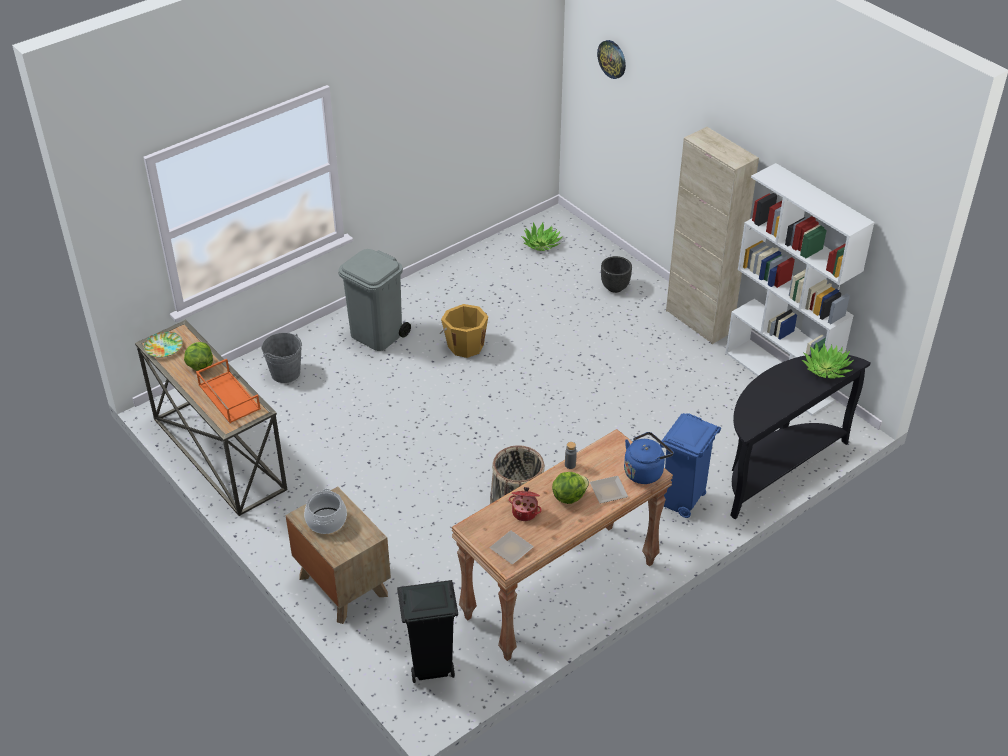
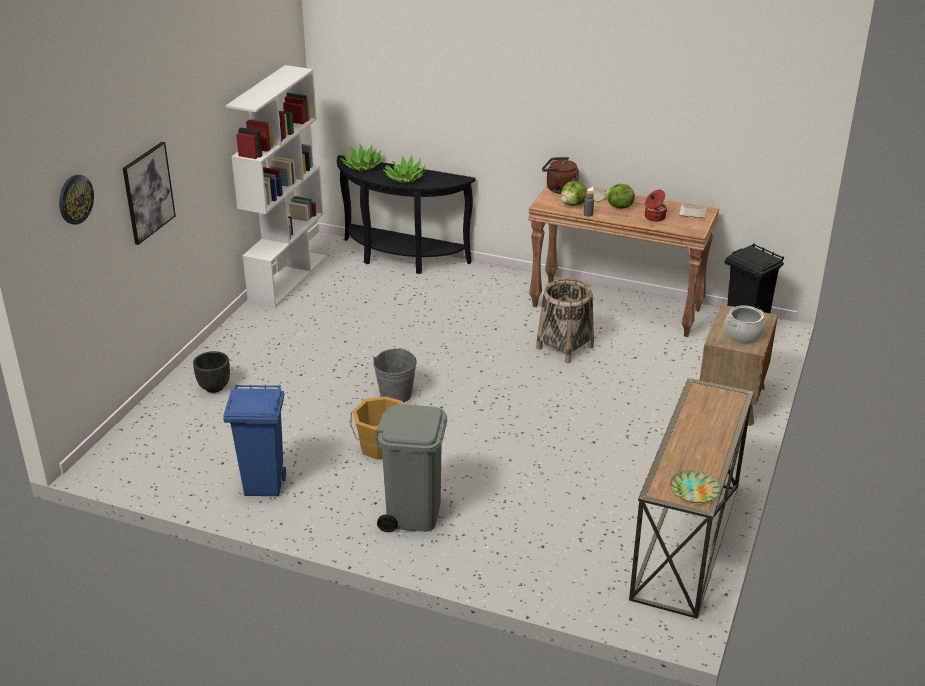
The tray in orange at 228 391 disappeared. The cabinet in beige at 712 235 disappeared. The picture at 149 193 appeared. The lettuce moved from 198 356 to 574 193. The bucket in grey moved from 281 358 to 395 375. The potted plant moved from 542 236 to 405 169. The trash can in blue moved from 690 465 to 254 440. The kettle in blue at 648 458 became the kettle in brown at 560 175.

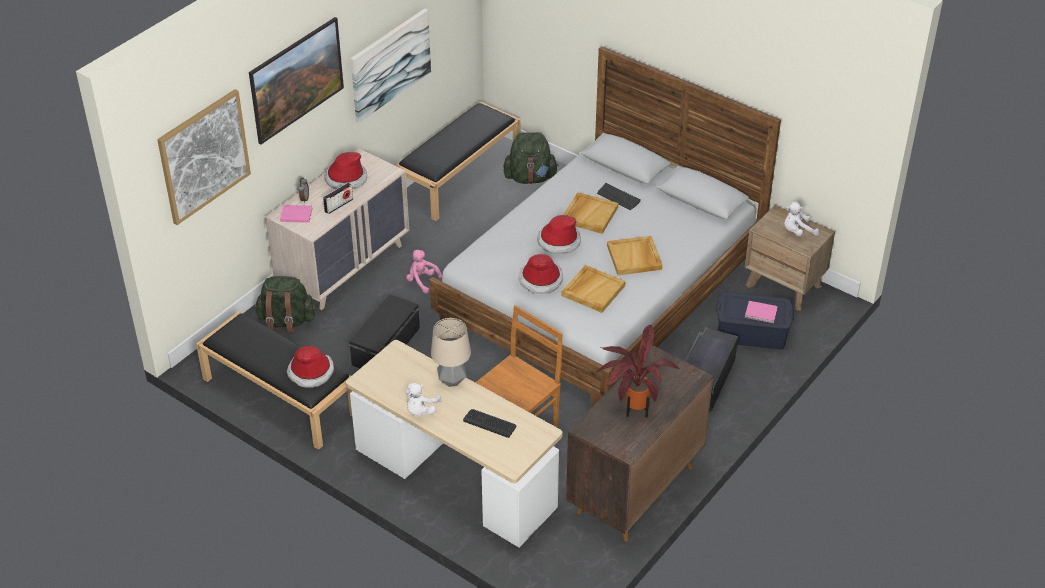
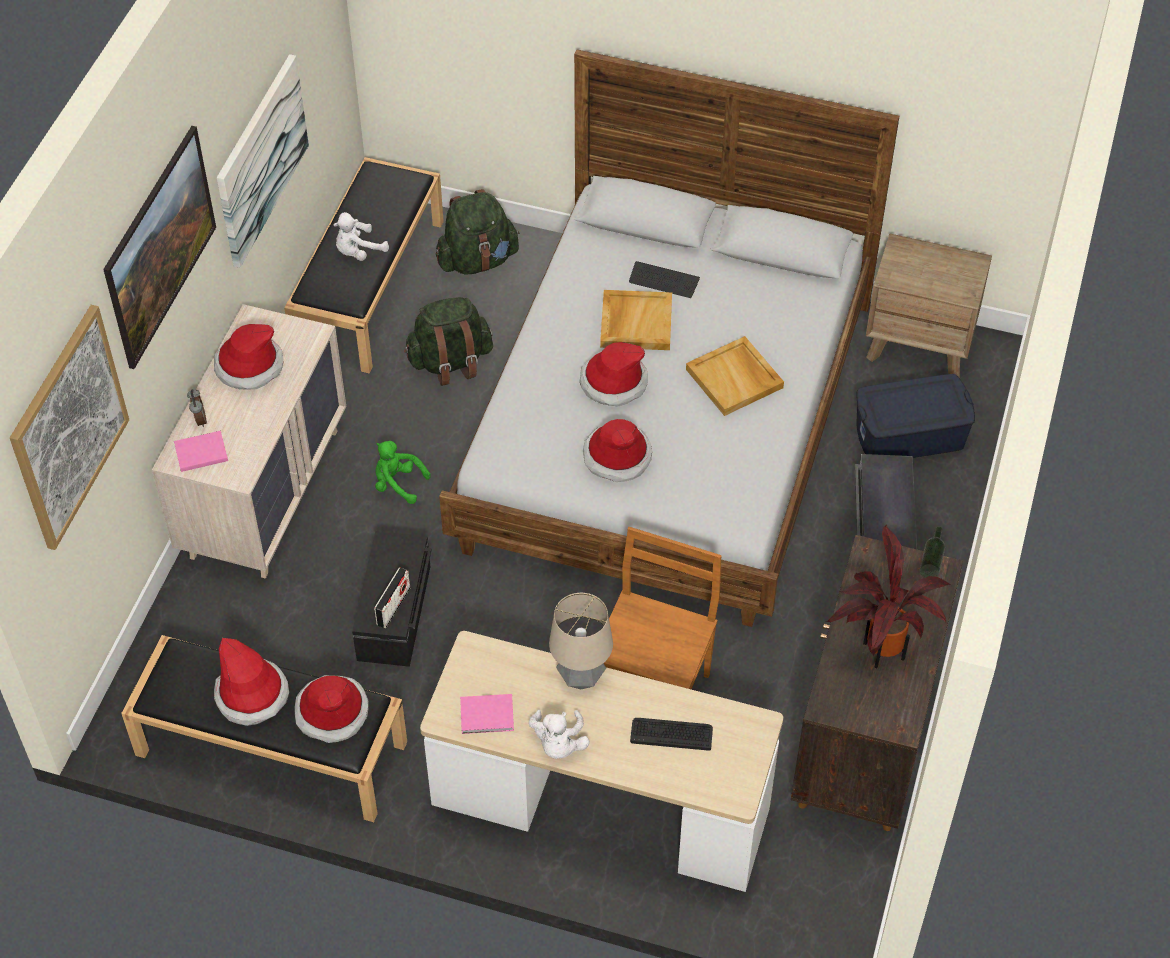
The tray in beige at 594 289 disappeared. The hat at 251 682 appeared. The bottle at 932 552 appeared. The backpack in green moved from 284 305 to 448 341. The radio moved from 338 198 to 392 597. The book in pink moved from 761 312 to 487 714. The plush toy in white moved from 801 219 to 361 236. The plush toy in pink at 424 271 became the plush toy in green at 403 472.

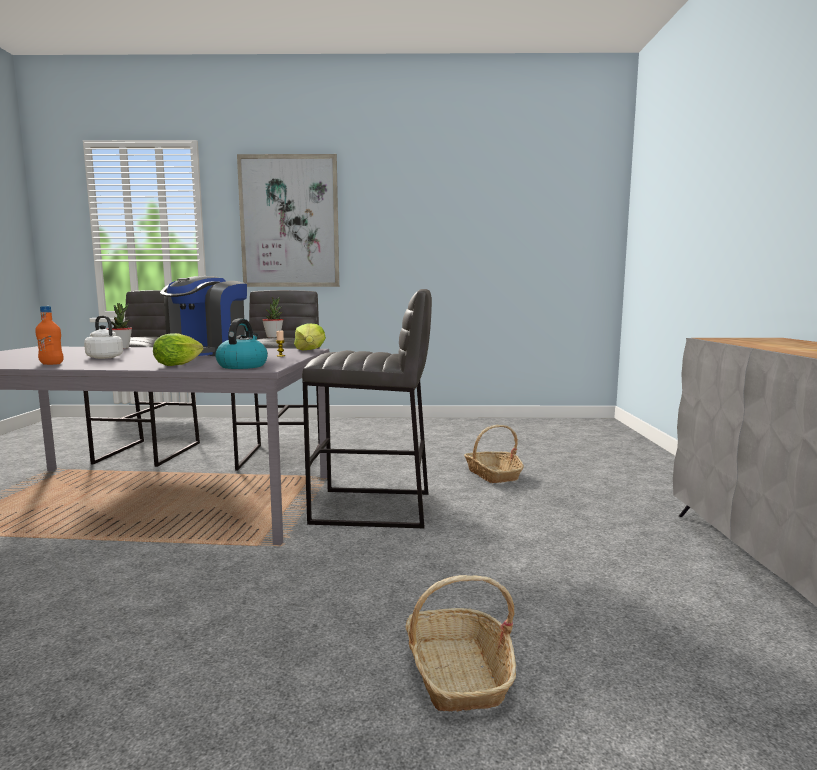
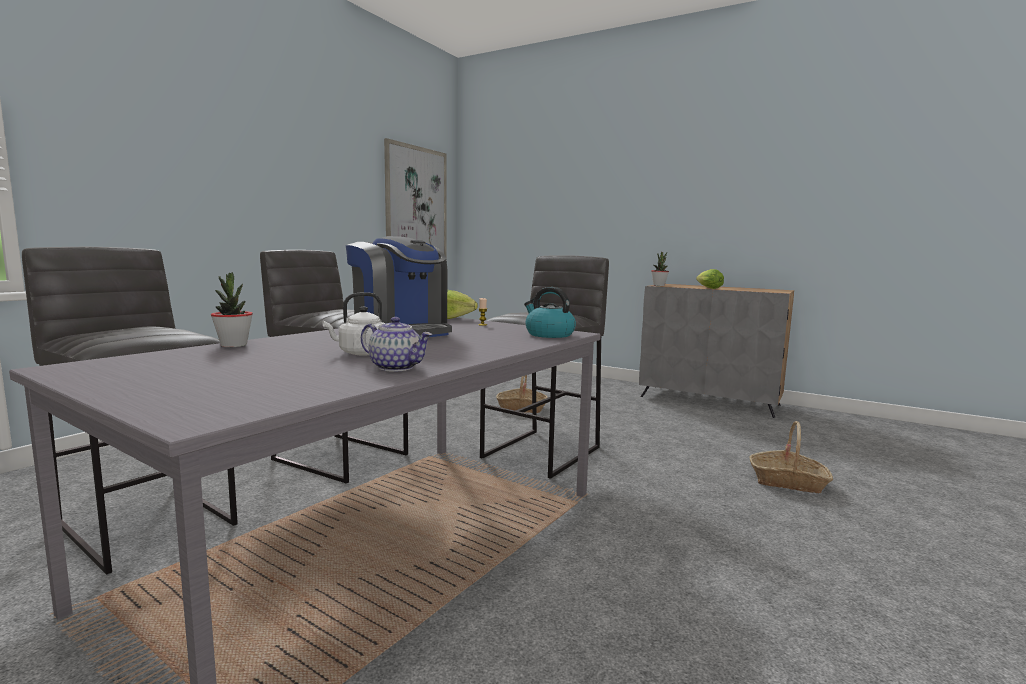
The lettuce moved from 178 349 to 710 279. The picture moved from 288 220 to 415 199. The potted plant moved from 272 317 to 660 269. The bottle in orange at 49 335 was replaced by the teapot at 396 344.

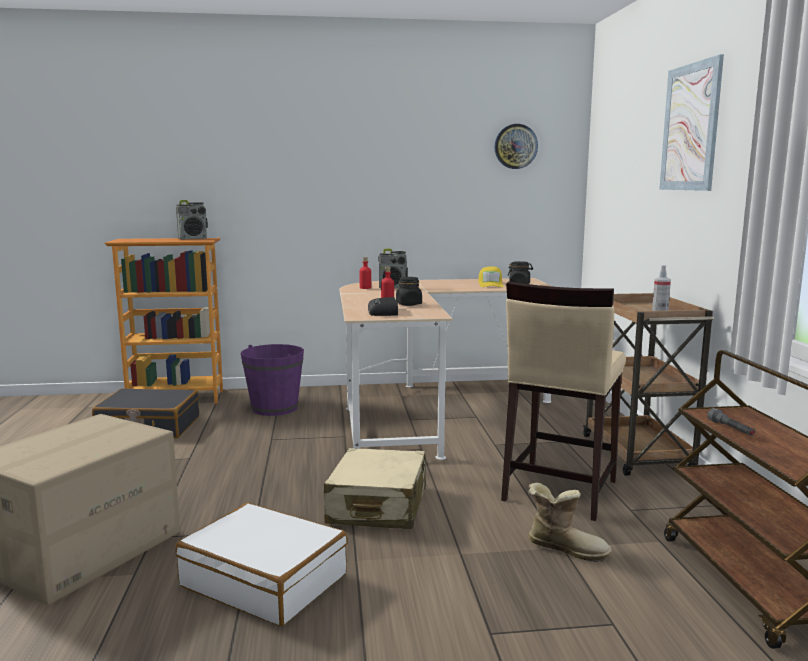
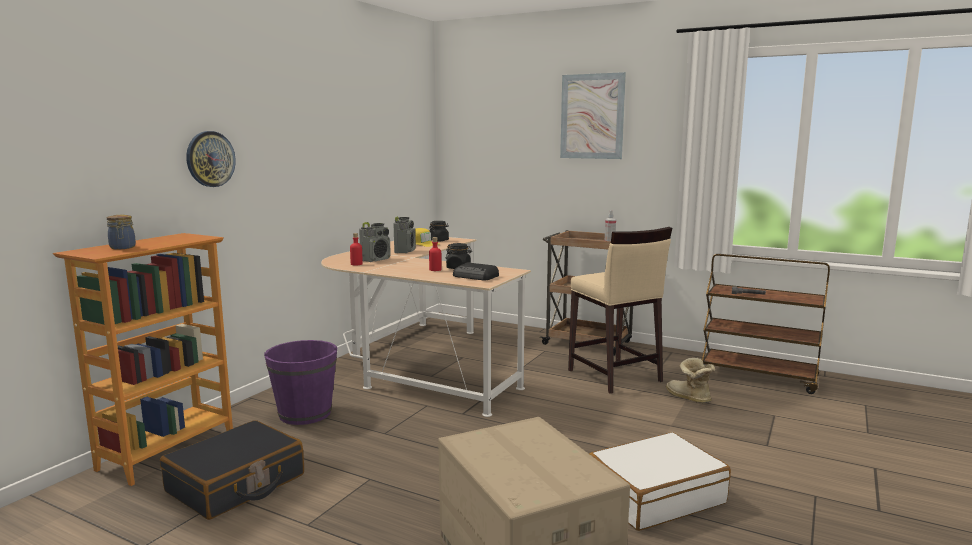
The suitcase in beige at 375 488 disappeared. The jar at 121 232 appeared. The radio moved from 192 220 to 404 234. The wall clock moved from 516 146 to 211 159. The boot at 570 522 turned 90 degrees counterclockwise.

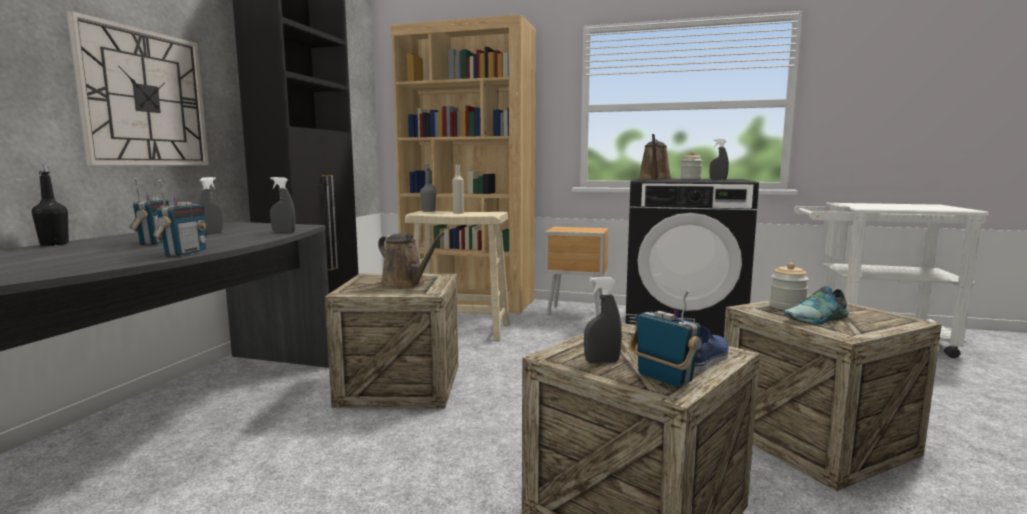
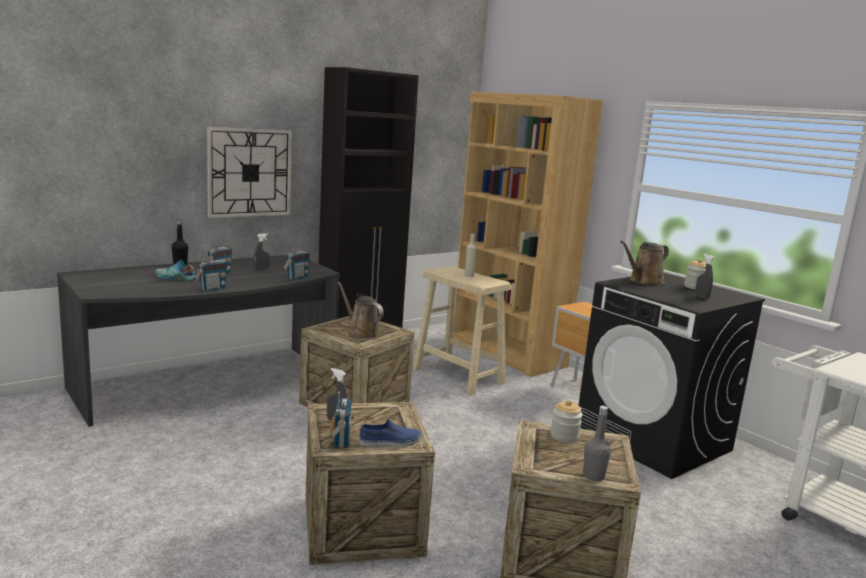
The bottle in grey moved from 428 188 to 597 443. The shoe moved from 816 305 to 175 270. The spray bottle in grey at 283 205 was replaced by the radio at 297 260. The watering can in brown at 411 261 turned 150 degrees clockwise.

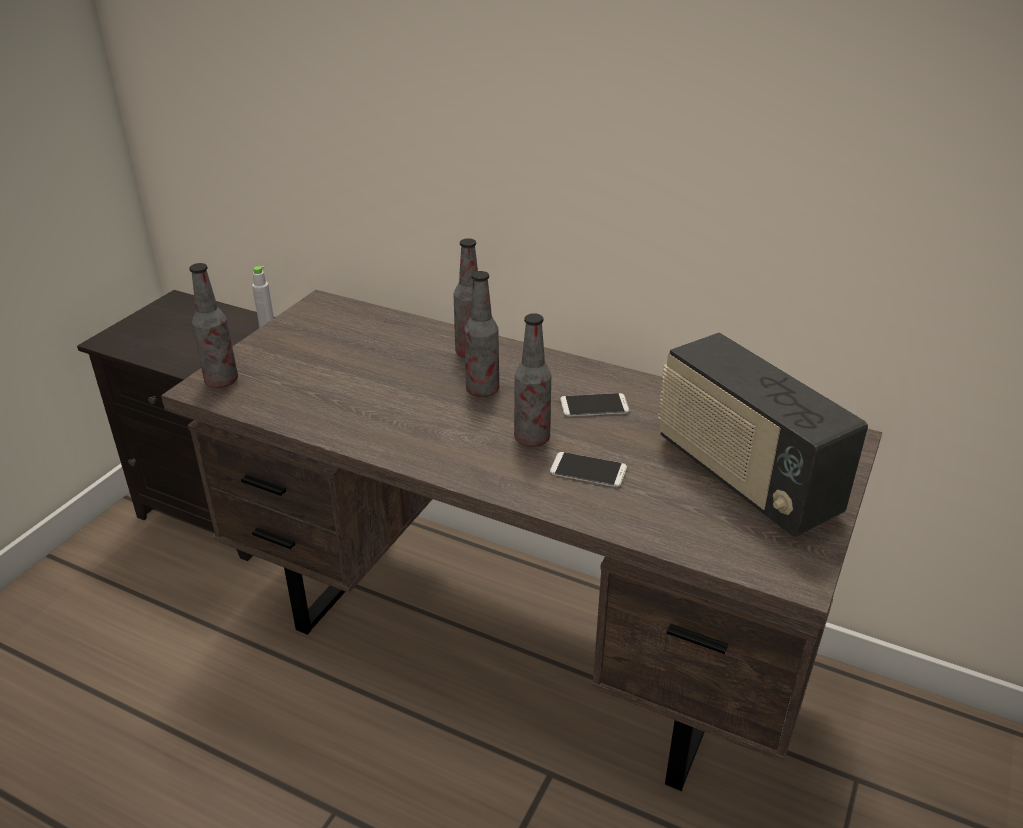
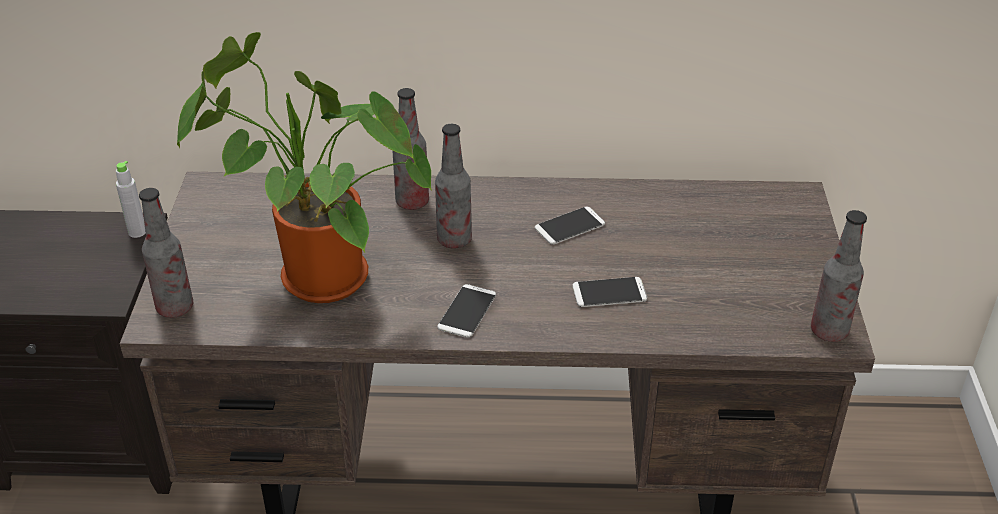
The radio at 763 434 disappeared. The potted plant at 304 167 appeared. The phone at 466 311 appeared. The bottle moved from 532 380 to 839 276.

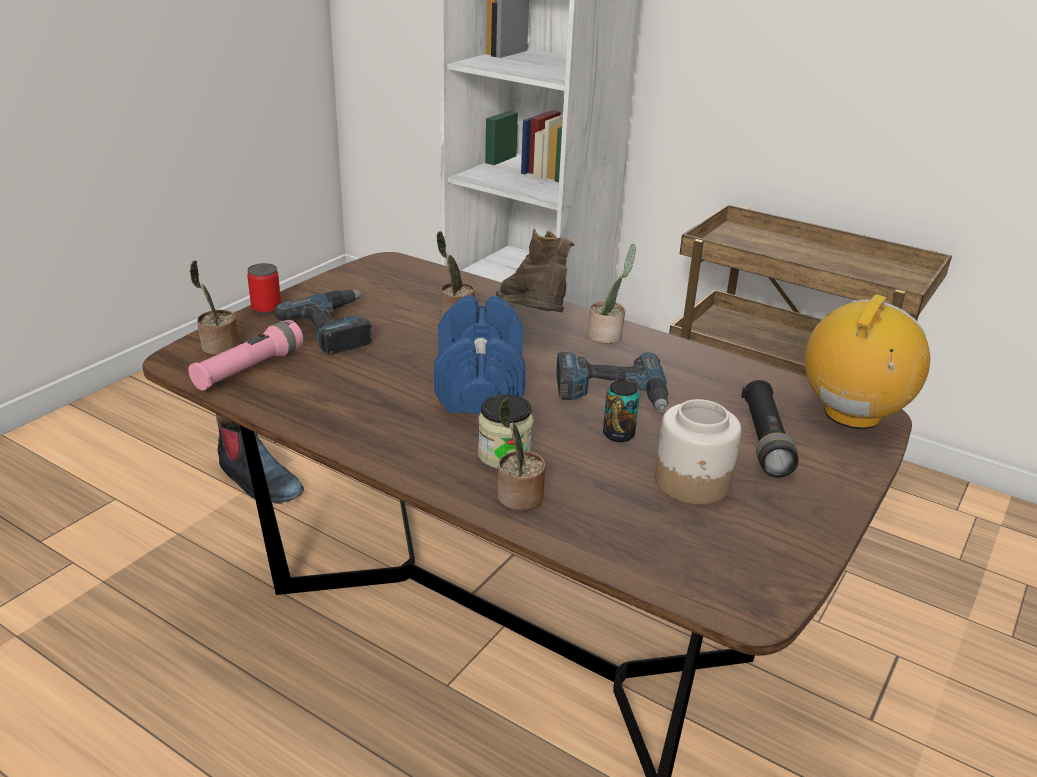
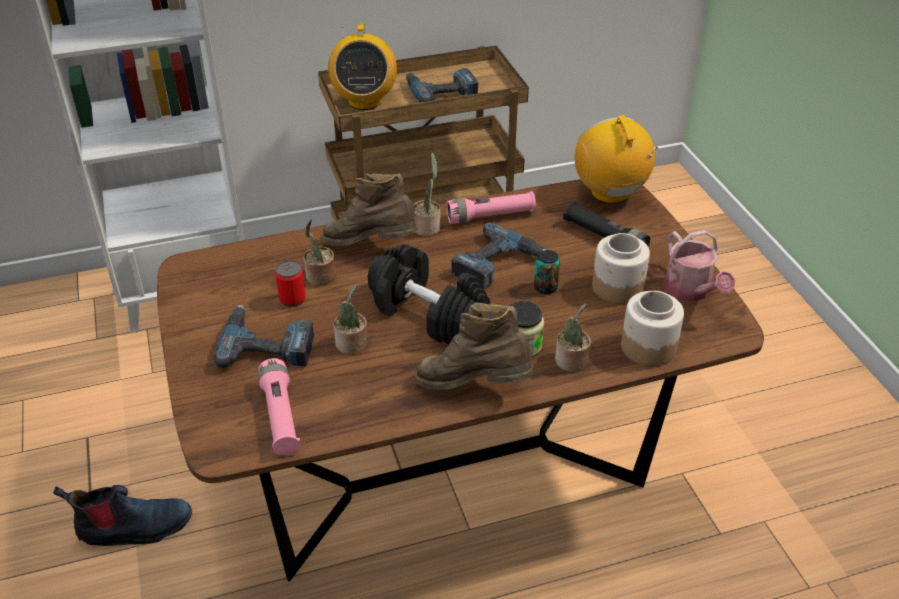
The radio at 362 67 appeared. The power drill at 442 85 appeared. The boot in brown at 474 346 appeared. The flashlight in pink at 491 207 appeared. The jar at 652 328 appeared. The watering can at 699 266 appeared. The potted plant moved from 214 307 to 351 319. The can moved from 264 289 to 290 283. The dumbbell in blue at 480 354 became the dumbbell in black at 429 294.

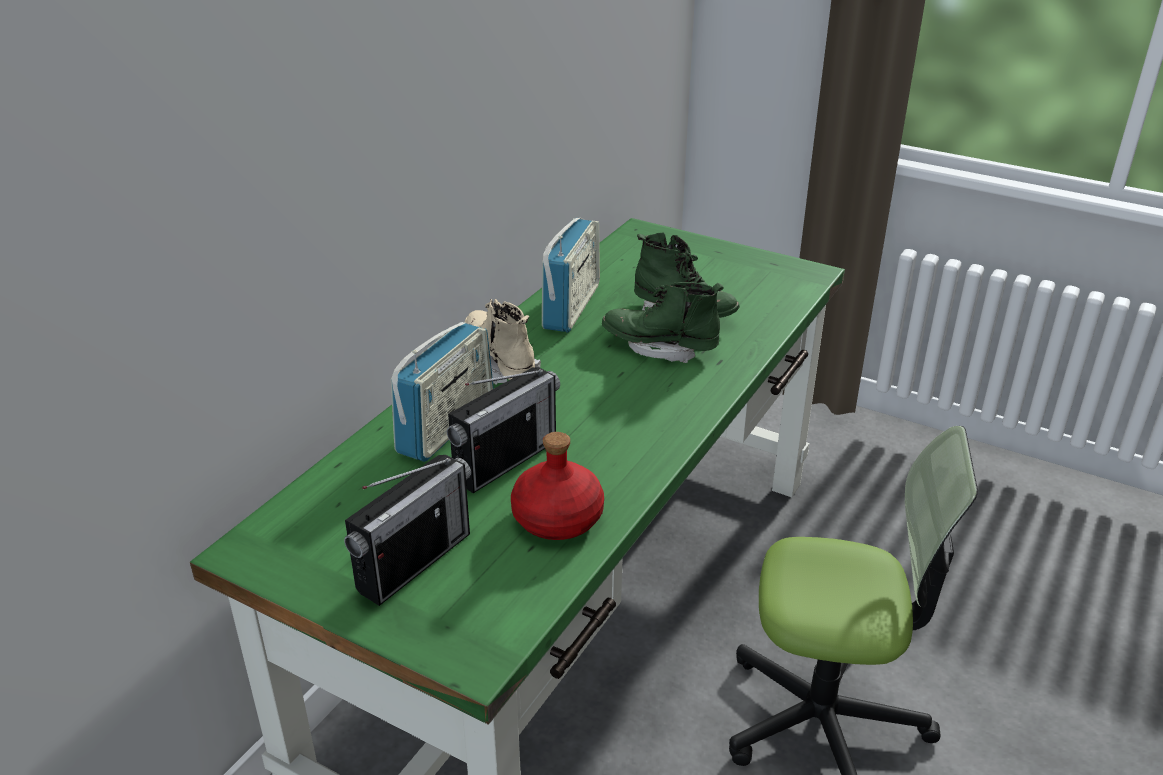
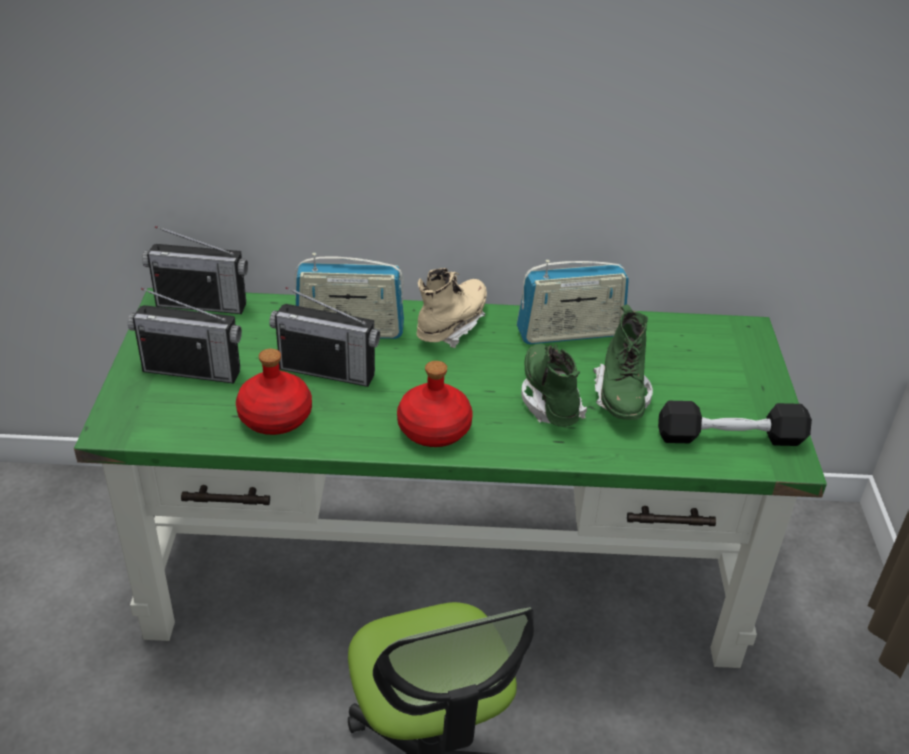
The radio at 195 270 appeared. The bottle in red at 435 404 appeared. The dumbbell in black at 735 423 appeared.

